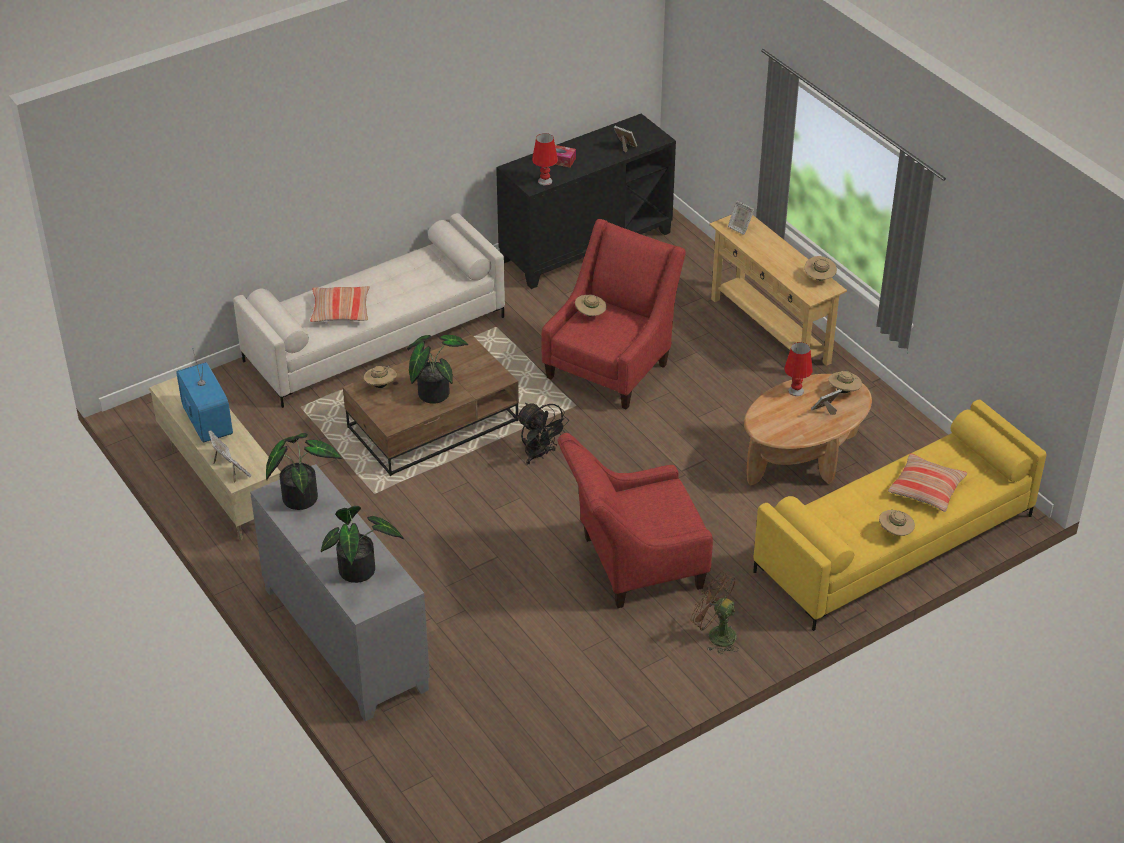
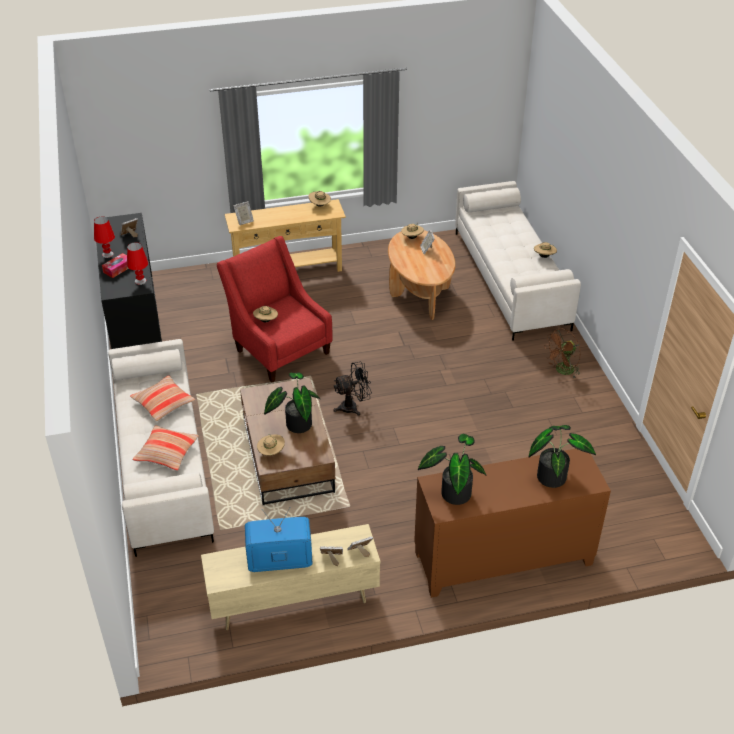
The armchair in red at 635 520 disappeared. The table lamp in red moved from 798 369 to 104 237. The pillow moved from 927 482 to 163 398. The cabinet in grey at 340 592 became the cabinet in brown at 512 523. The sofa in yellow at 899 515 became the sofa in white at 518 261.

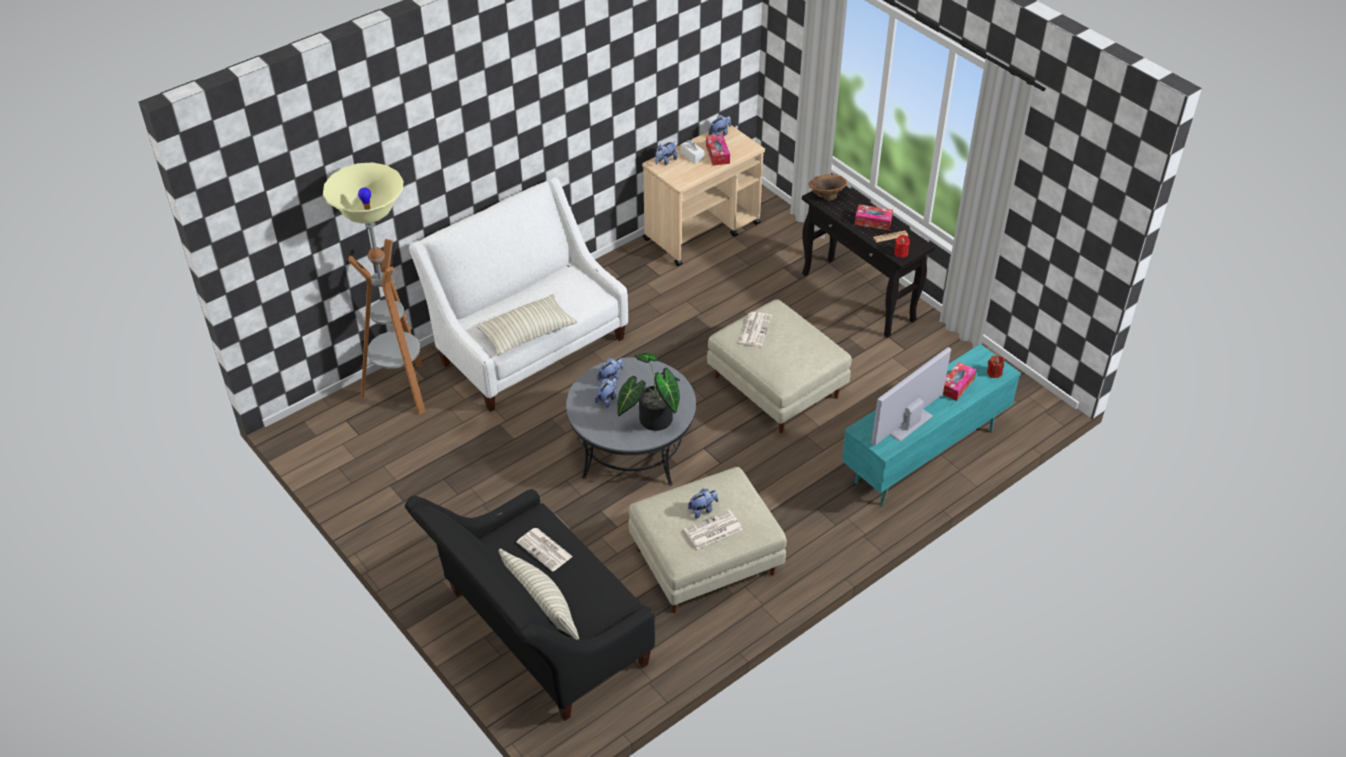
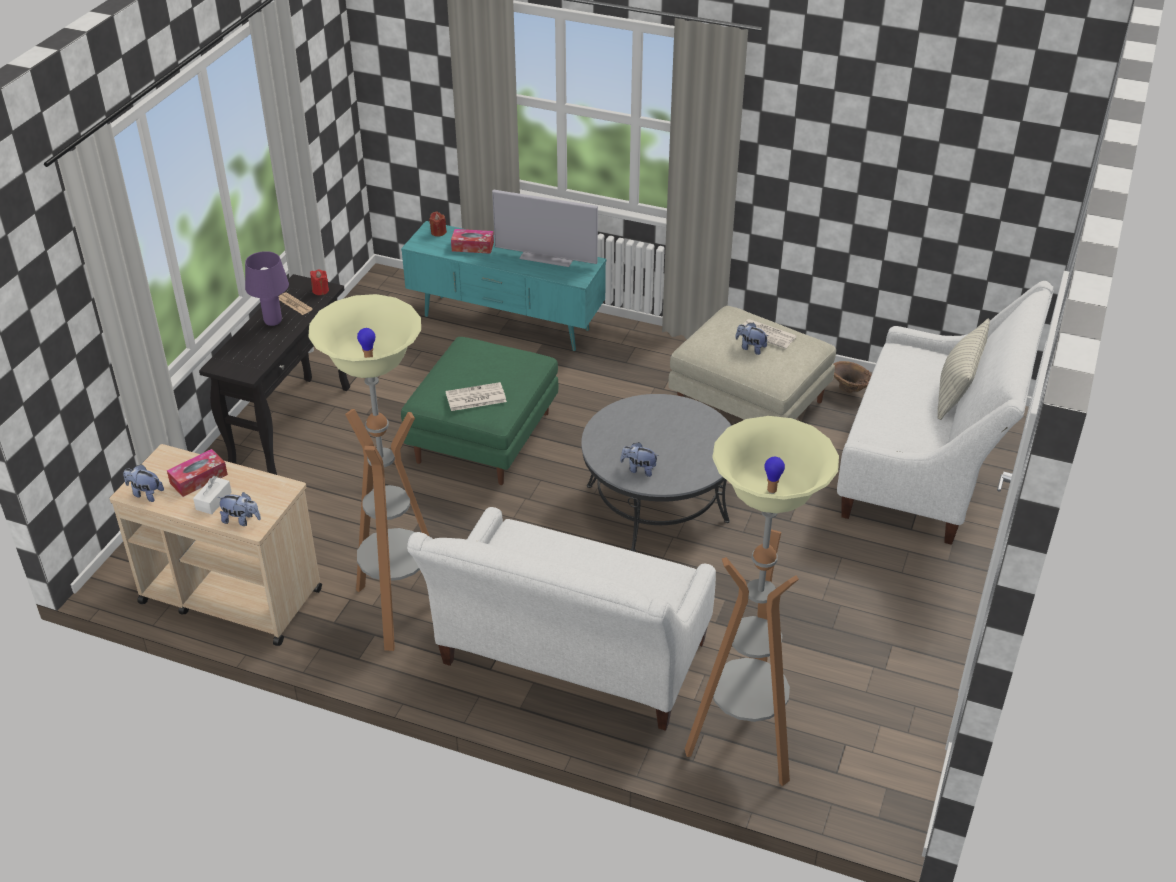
The pillow at 526 325 disappeared. The newspaper at 544 550 disappeared. The plush toy at 606 392 disappeared. The potted plant at 649 392 disappeared. The floor lamp at 369 472 appeared. The vase in brown moved from 828 187 to 852 377. The tissue box at 873 217 was replaced by the table lamp in purple at 267 288. The sofa in black at 530 605 became the sofa in white at 945 413. The ottoman in beige at 779 366 became the ottoman in green at 479 411.

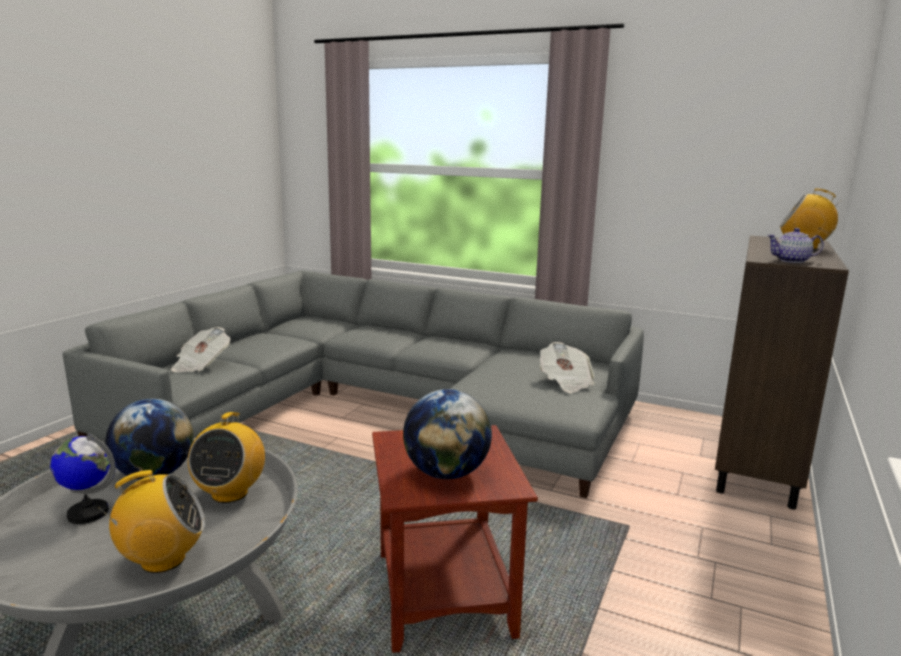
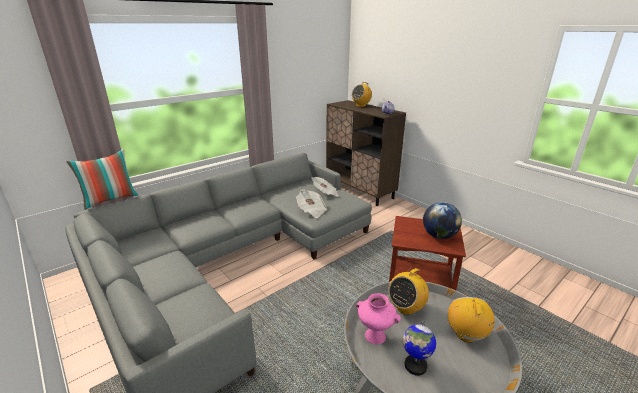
The pillow at 102 179 appeared. The newspaper moved from 200 349 to 311 204. The globe at 149 439 was replaced by the vase in pink at 378 319. The radio at 226 457 turned 105 degrees clockwise.

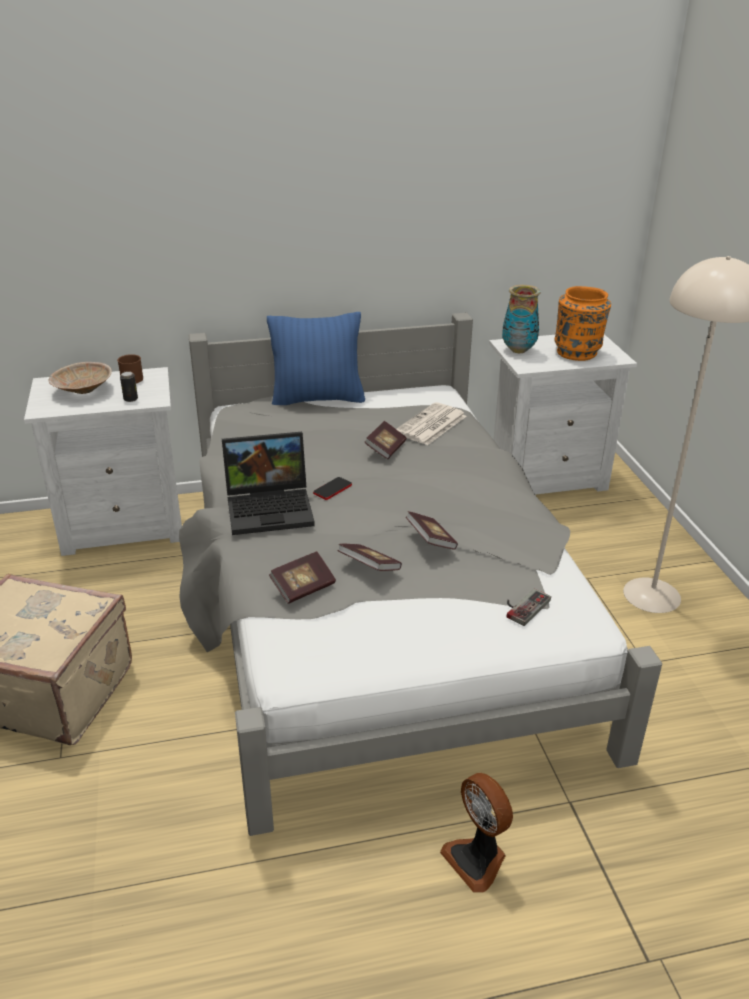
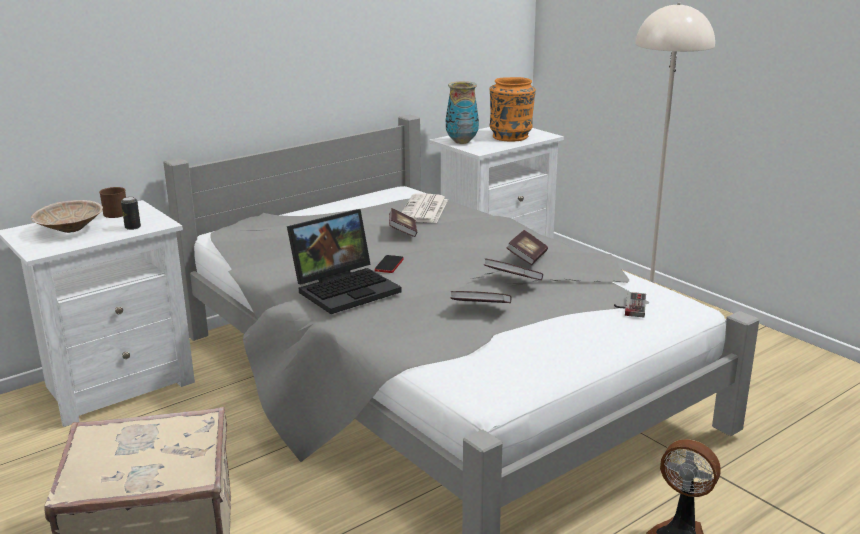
The pillow in blue at 316 358 disappeared. The book moved from 302 577 to 527 247.

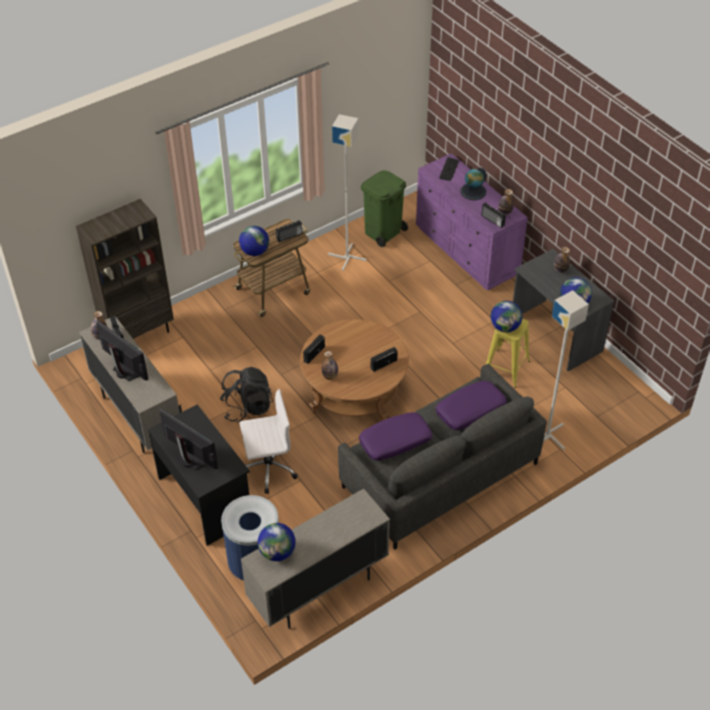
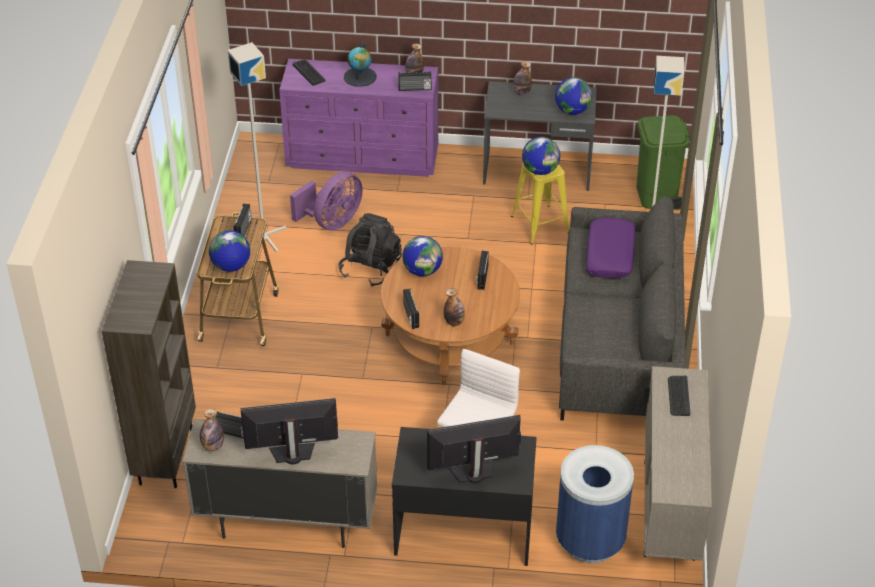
The pillow in purple at 395 436 disappeared. The fan in purple at 326 201 appeared. The keyboard at 679 396 appeared. The backpack in black moved from 246 394 to 370 250. The globe moved from 277 542 to 422 256. The trash can in green moved from 384 208 to 663 162.

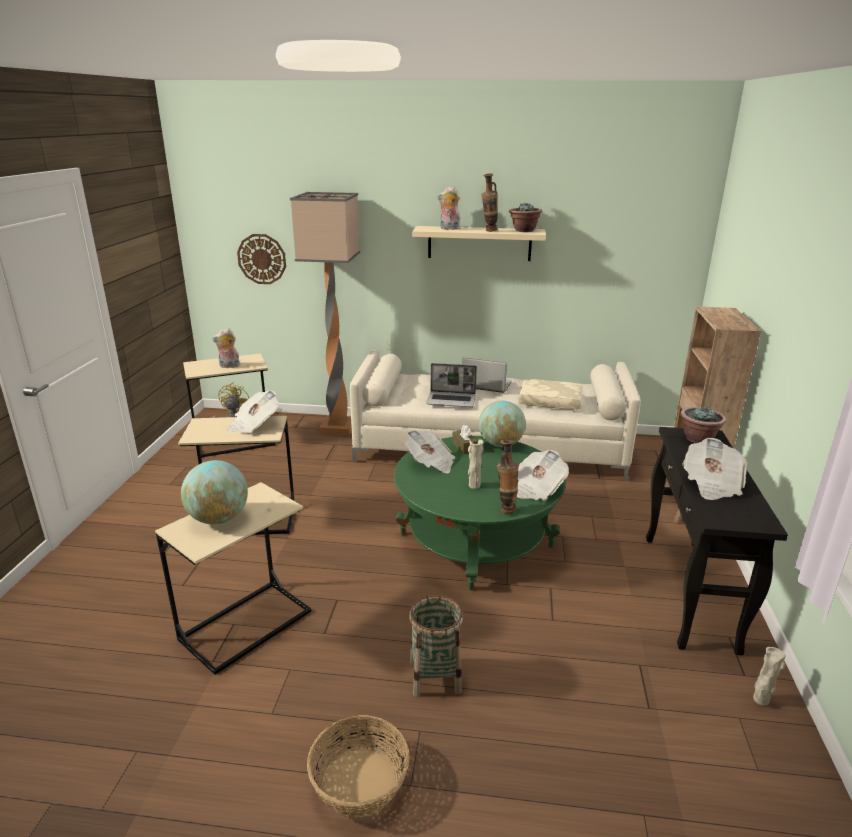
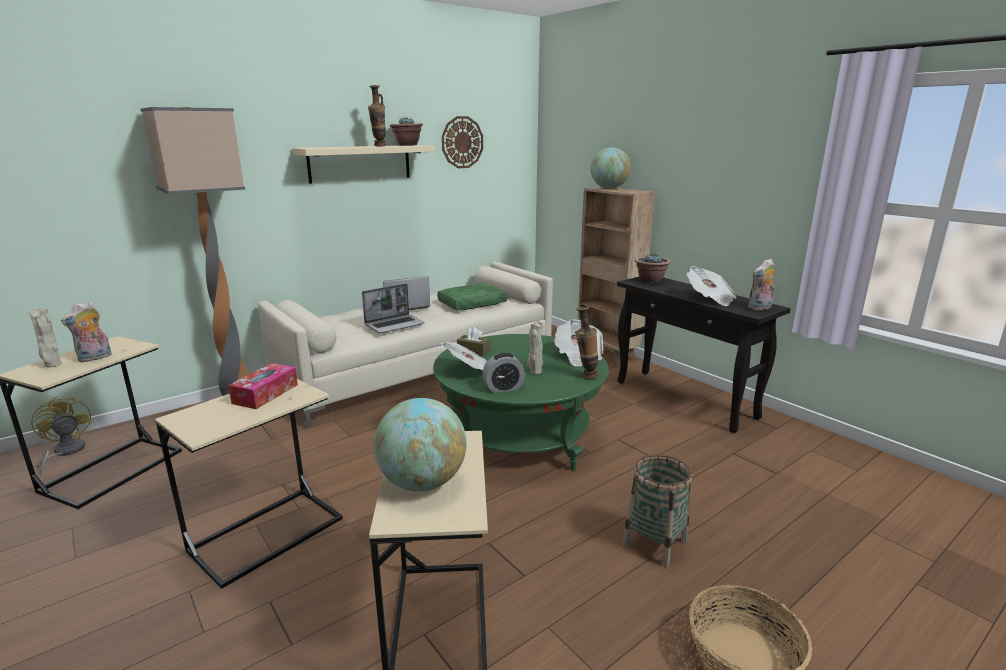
The alarm clock at 503 373 appeared. The wall clock moved from 261 259 to 462 142. The plush toy moved from 449 208 to 761 284. The globe moved from 502 424 to 611 168. The vase in beige moved from 769 676 to 45 338. The newspaper at 253 412 was replaced by the tissue box at 263 386. The pillow in beige at 550 394 became the pillow in green at 472 296.

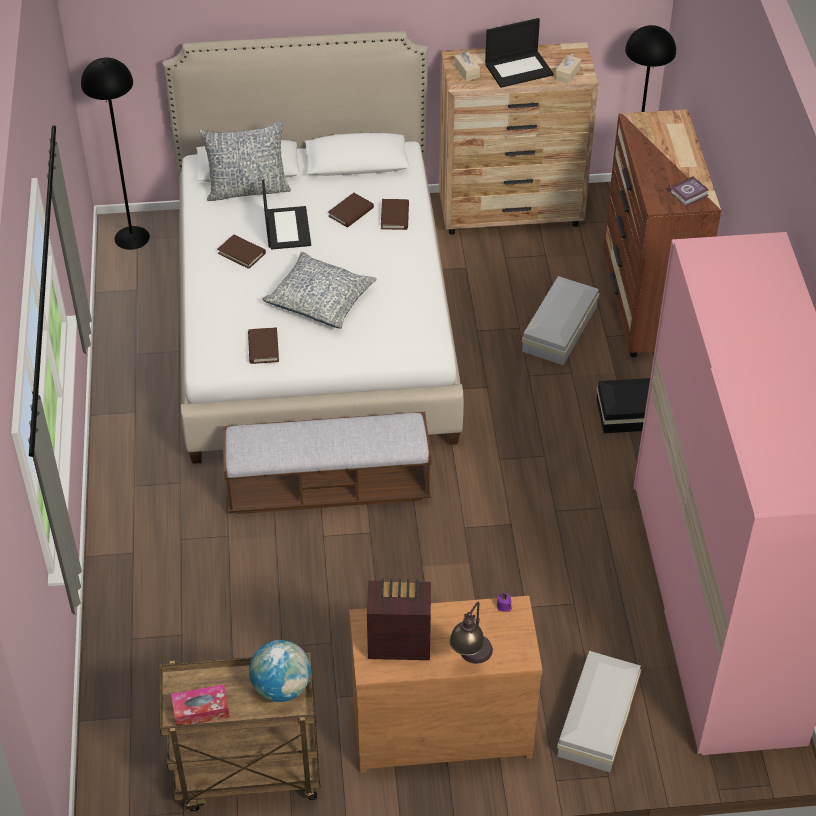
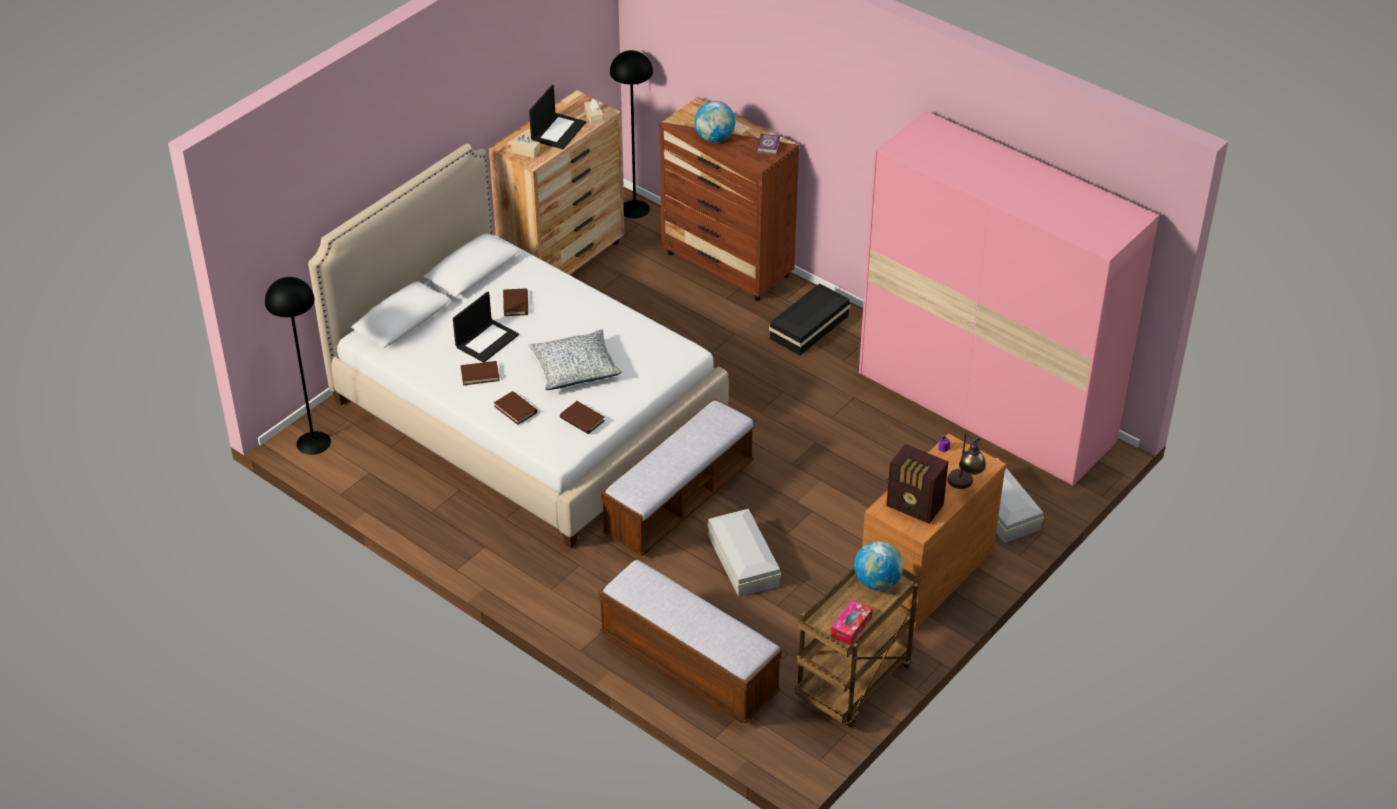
The pillow at 245 161 disappeared. The bench at 690 641 appeared. The globe at 714 121 appeared. The book in brown moved from 395 214 to 515 408. The storage box in white moved from 560 320 to 744 553. The laptop at 286 215 turned 90 degrees clockwise. The radio at 399 619 turned 105 degrees counterclockwise.

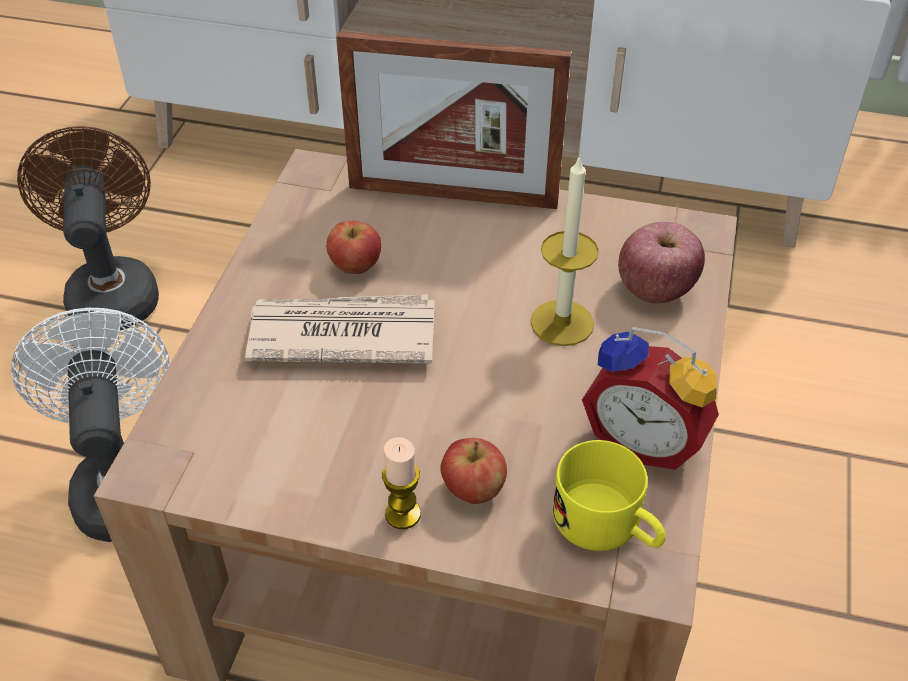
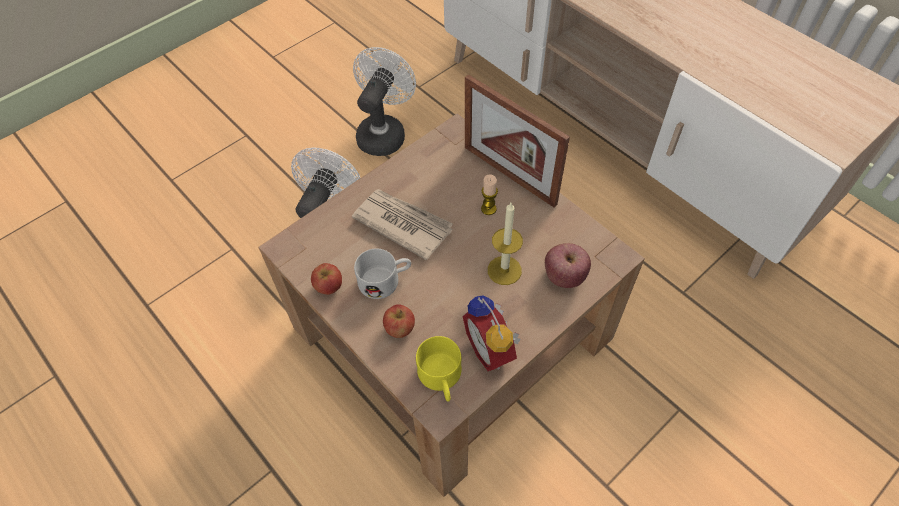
The mug in white at 382 273 appeared. The apple moved from 354 247 to 326 279. The candle moved from 401 483 to 489 194. The fan in brown at 88 228 became the fan in white at 384 101.

